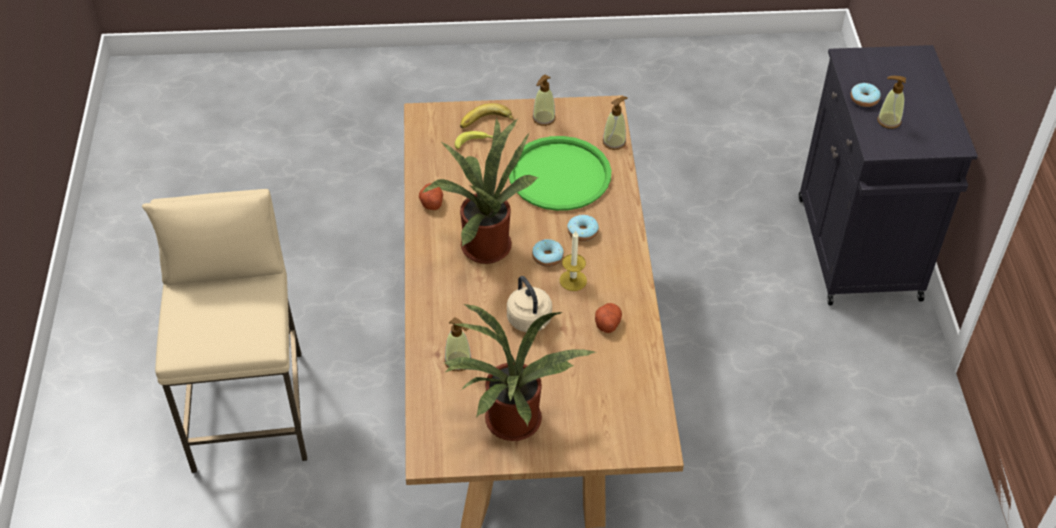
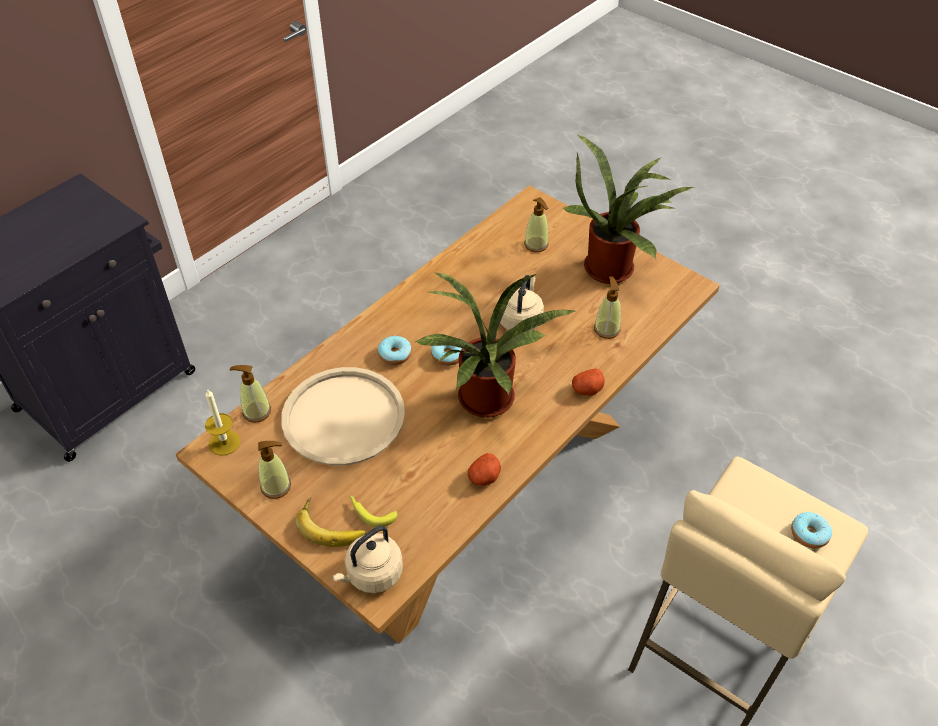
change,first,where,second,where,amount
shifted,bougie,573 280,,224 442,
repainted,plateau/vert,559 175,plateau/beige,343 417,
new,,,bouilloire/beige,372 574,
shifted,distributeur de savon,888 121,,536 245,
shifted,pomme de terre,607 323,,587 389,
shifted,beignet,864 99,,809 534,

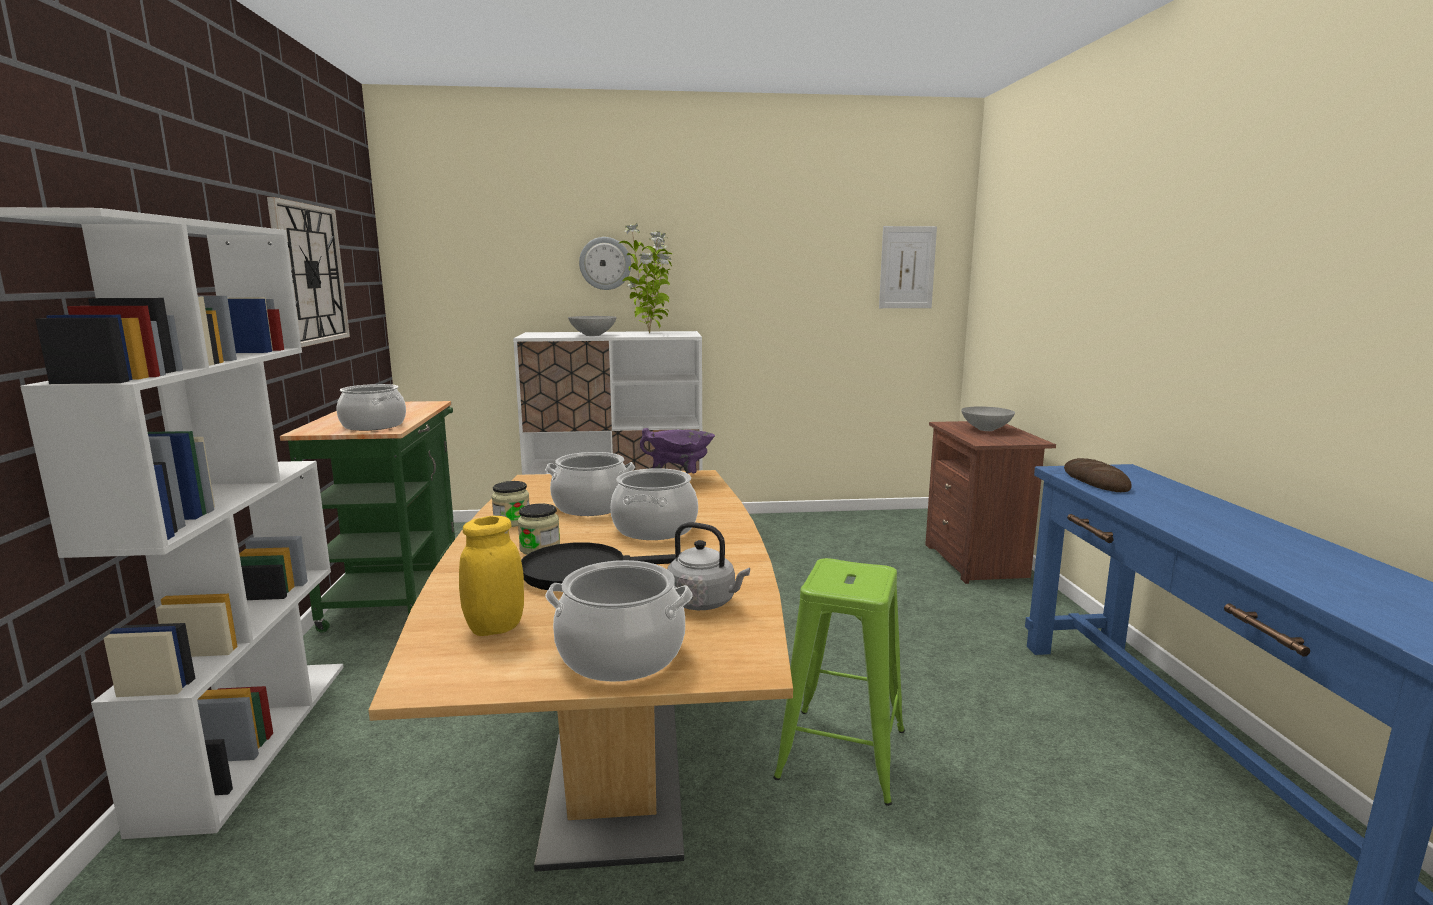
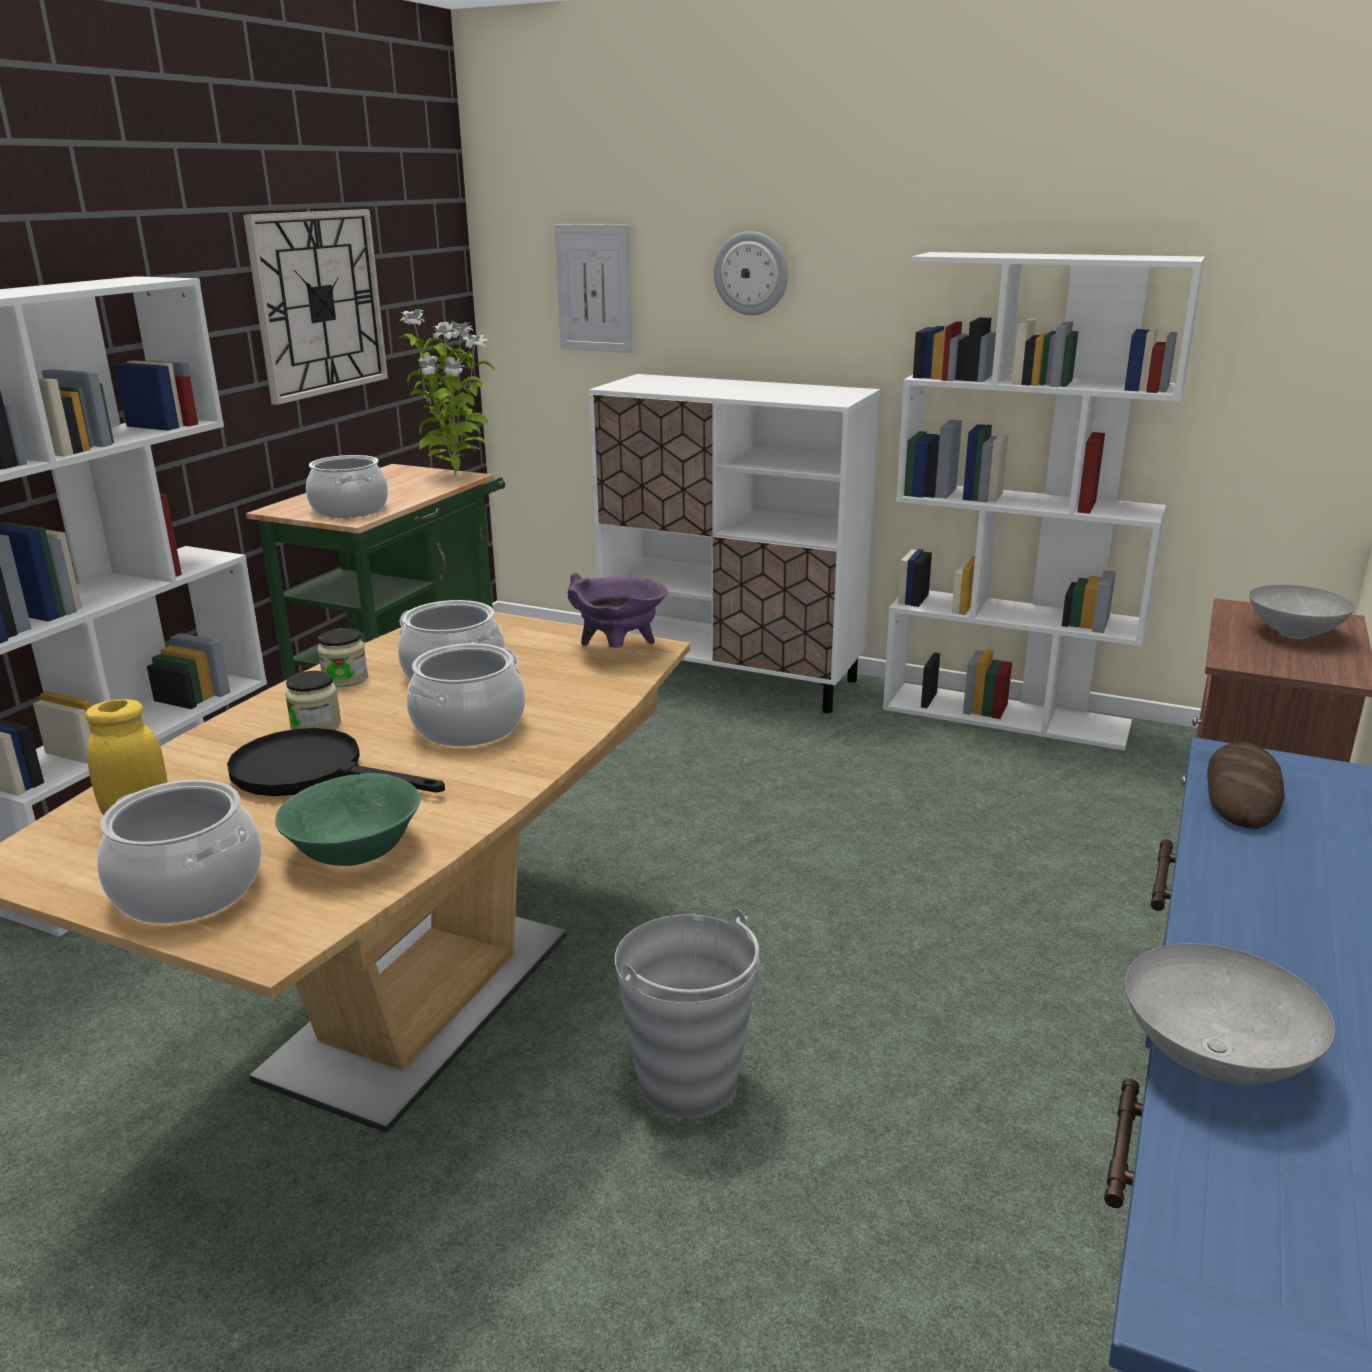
change,first,where,second,where,amount
swapped,bouilloire/gris,705 603,bol/vert,357 850,
shifted,plante en pot,650 333,,455 475,
shifted,tableau,907 267,,594 288,
swapped,tabouret/vert,842 753,seau/gris,688 1082,
new,,,bibliothèque/blanc,1006 715,
shifted,bol/gris,592 335,,1211 1059,

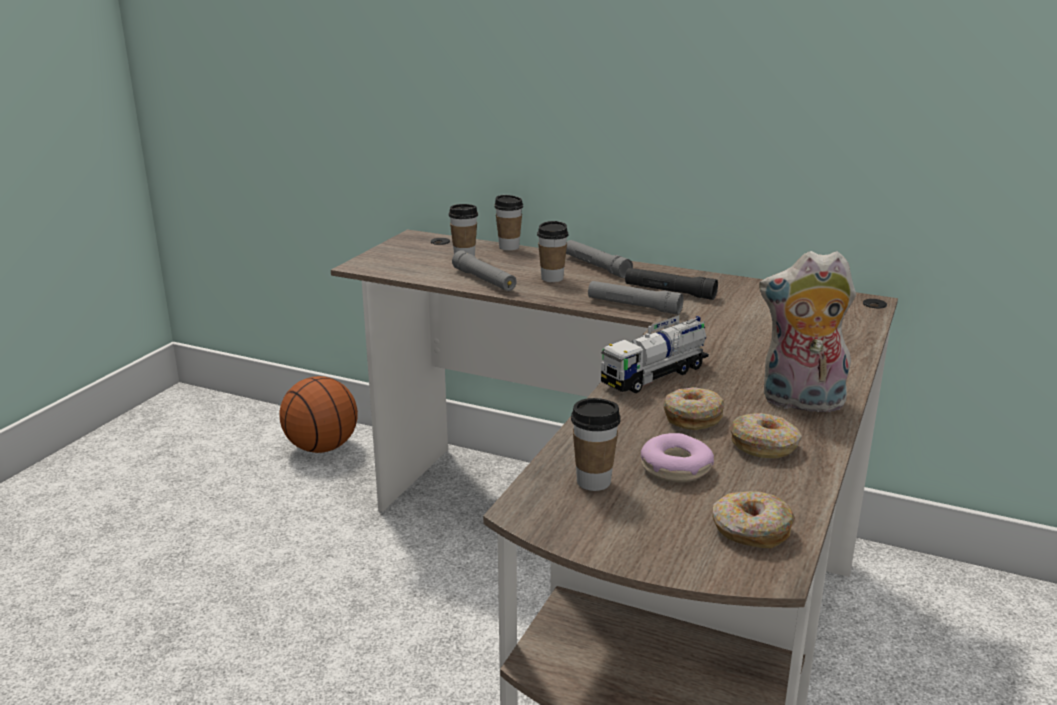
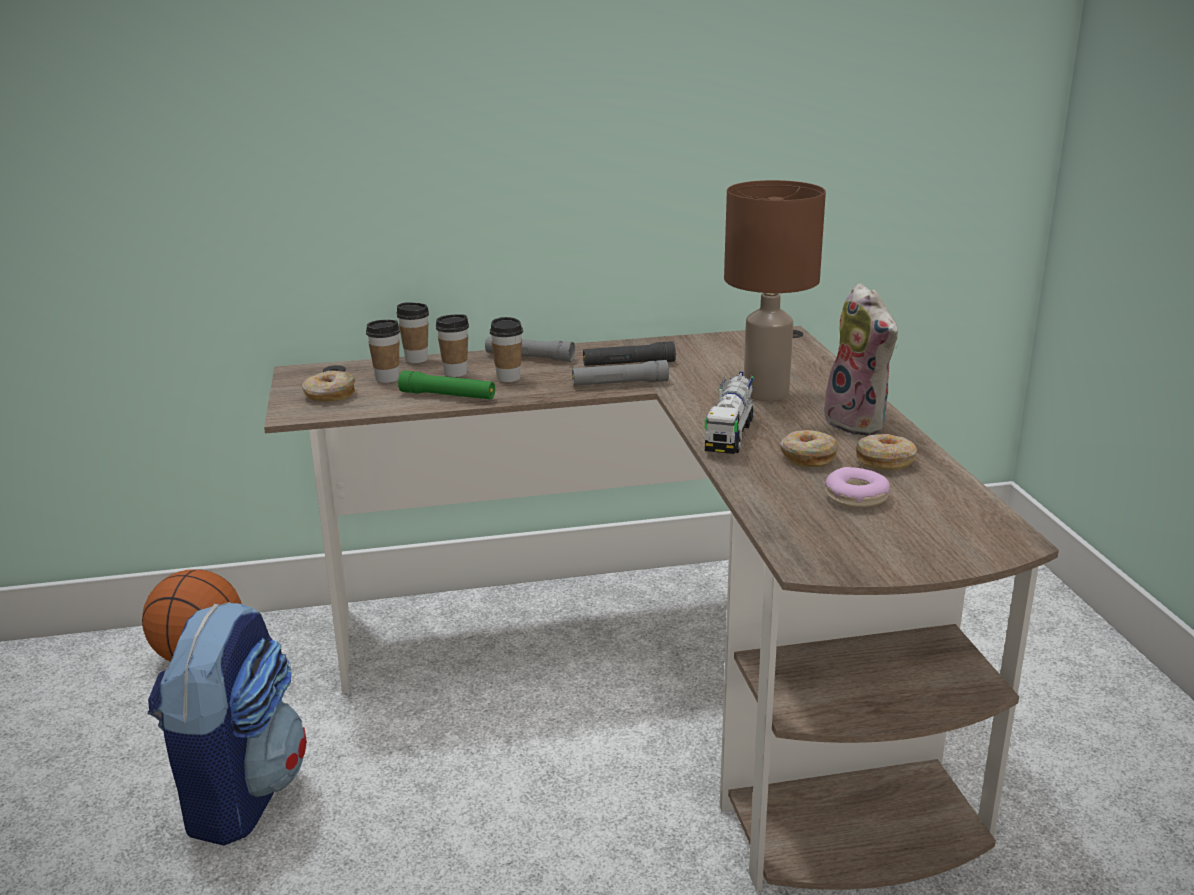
change,first,where,second,where,amount
new,,,sac à dos,239 793,
shifted,beignet,750 530,,329 395,
repainted,lampe de poche/gris,484 280,lampe de poche/vert,448 396,
shifted,tasse,593 482,,455 373,
new,,,lampe de table/marron,767 393,
rotated,peluche,800 403,,860 423,90 degrees counterclockwise

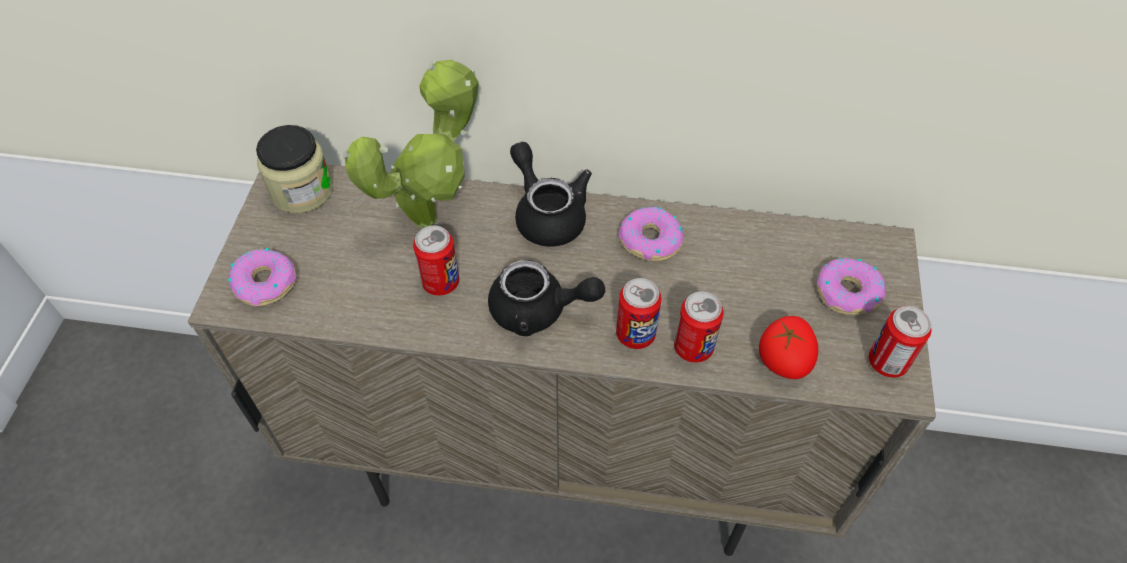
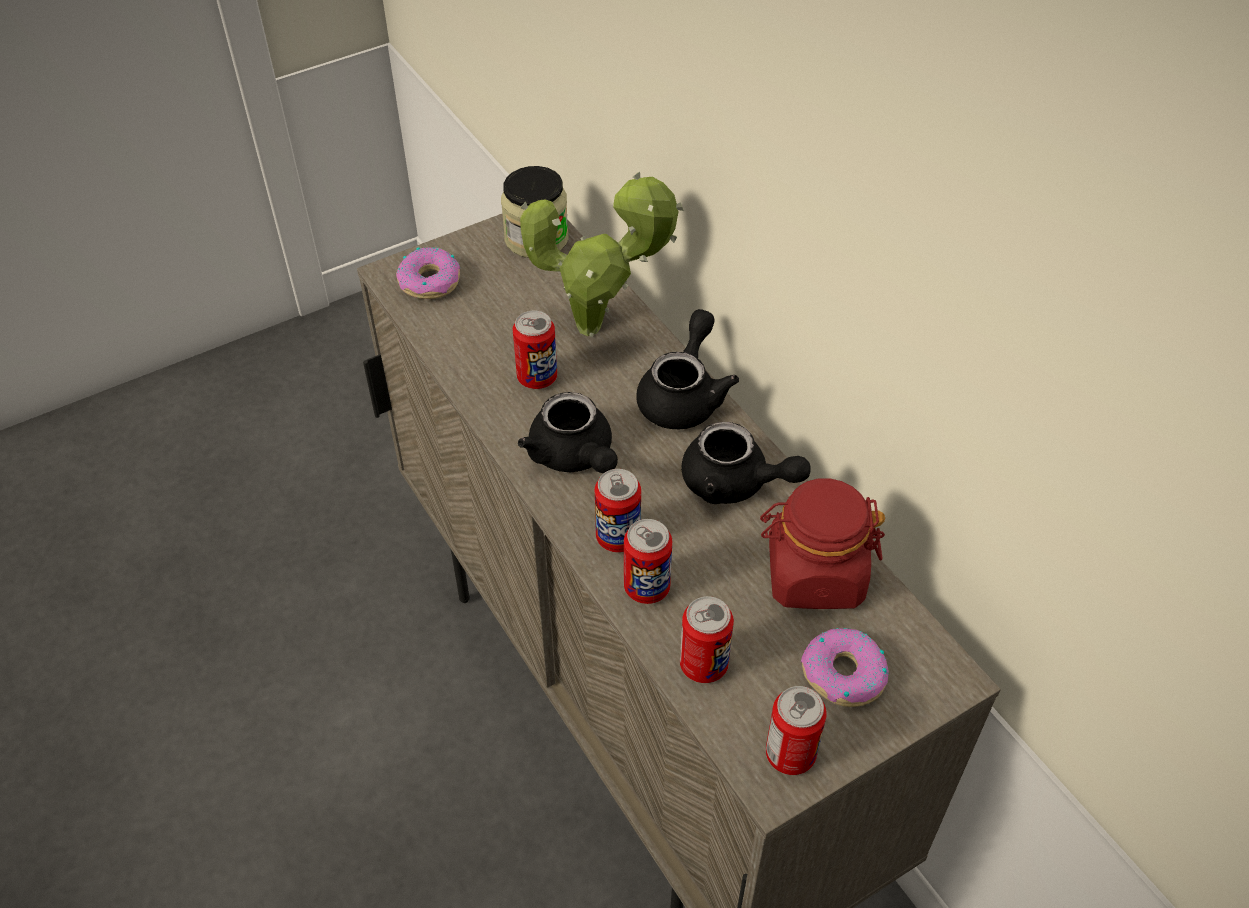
change,first,where,second,where,amount
swapped,tomate,783 360,boîte métallique,703 665,
swapped,beignet,650 240,théière/noir,735 484,
new,,,bocal/rouge,814 575,

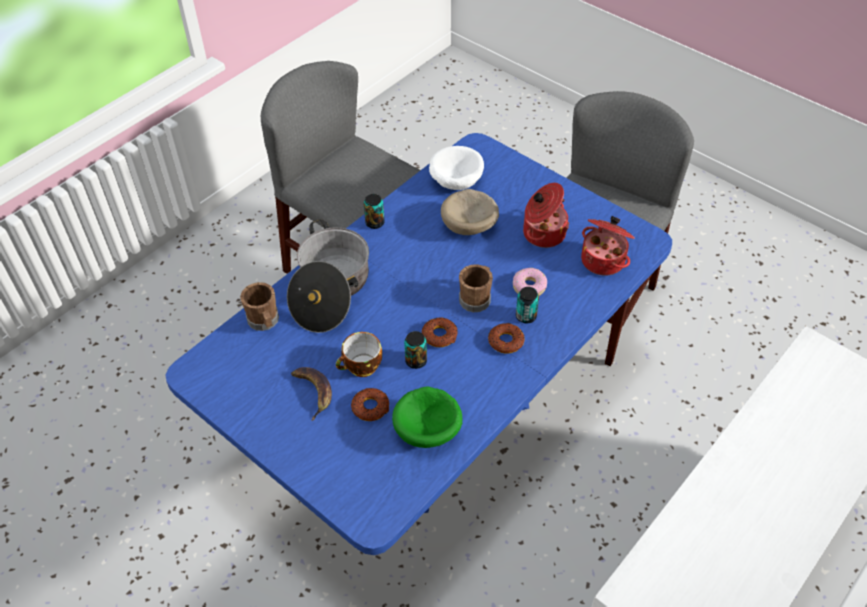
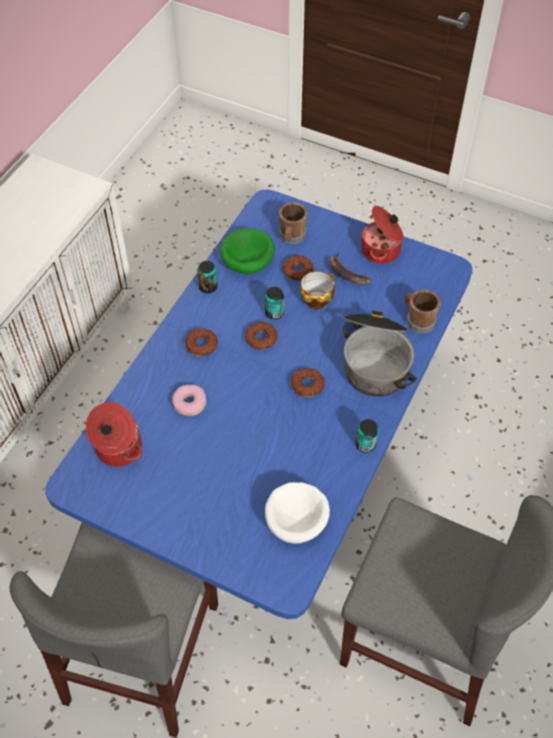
change,first,where,second,where,amount
shifted,boîte métallique,526 316,,208 287,
shifted,mug/marron,476 298,,291 237,
new,,,beignet,307 385,
shifted,marmite,542 233,,381 251,
gone,bol/beige,470 226,,,

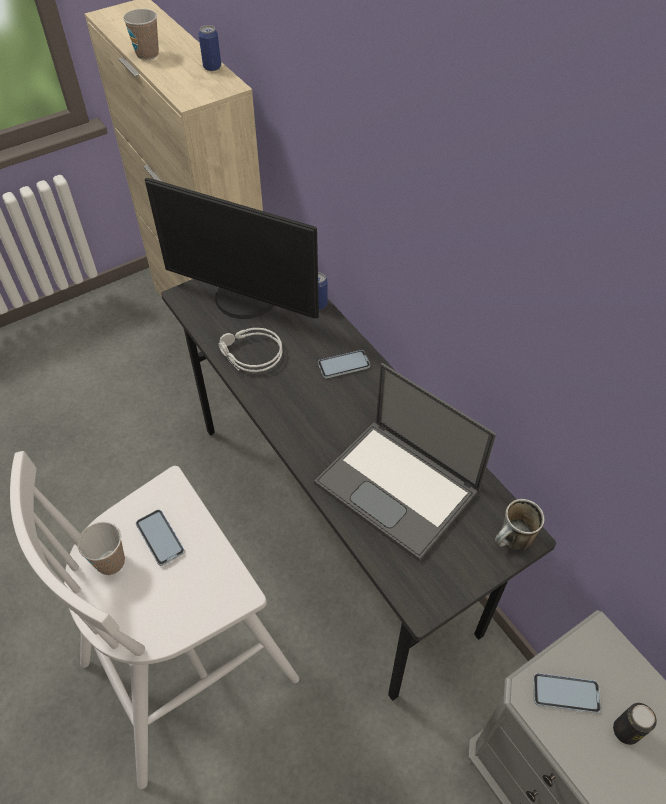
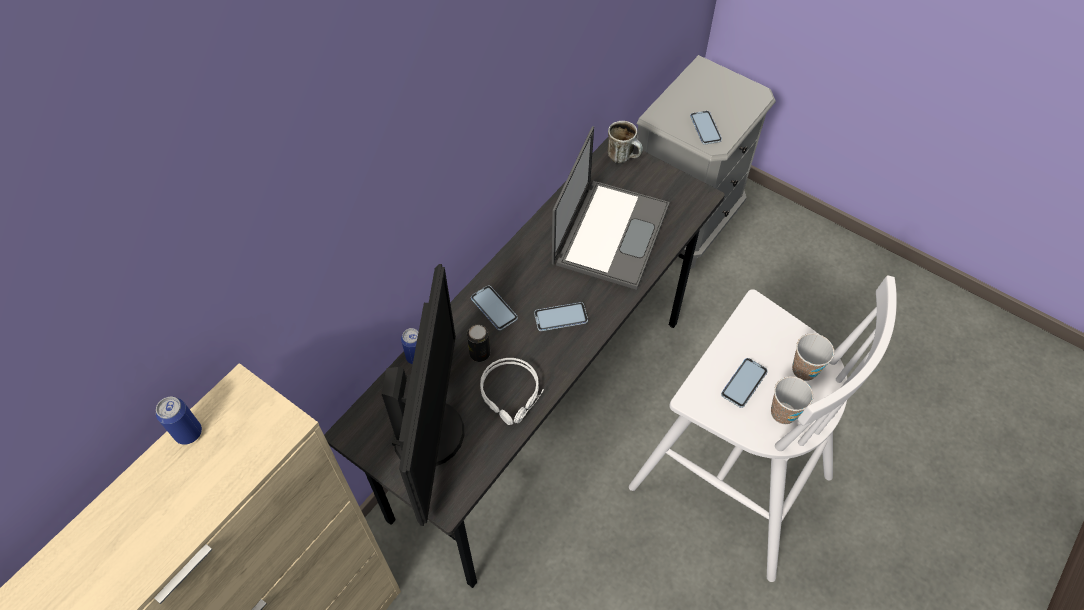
change,first,where,second,where,amount
shifted,boîte métallique,626 731,,479 353,
new,,,téléphone,561 317,
shifted,tasse,147 54,,804 370,

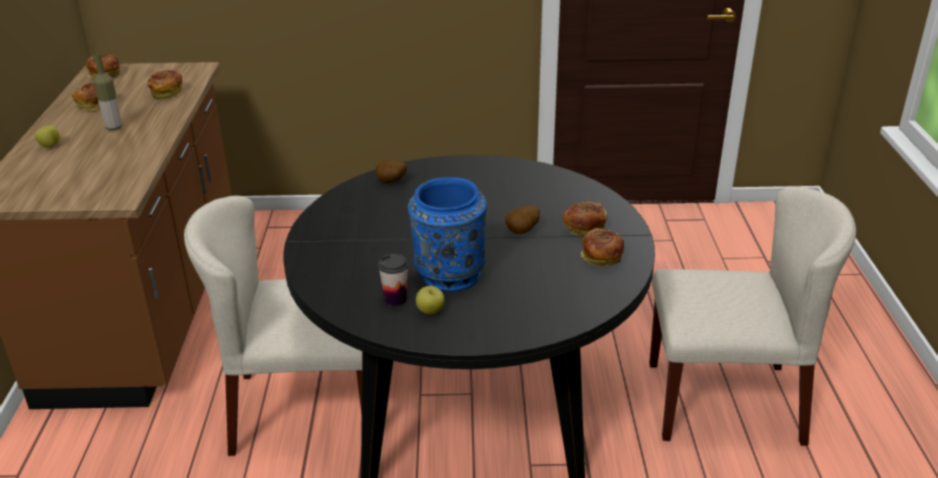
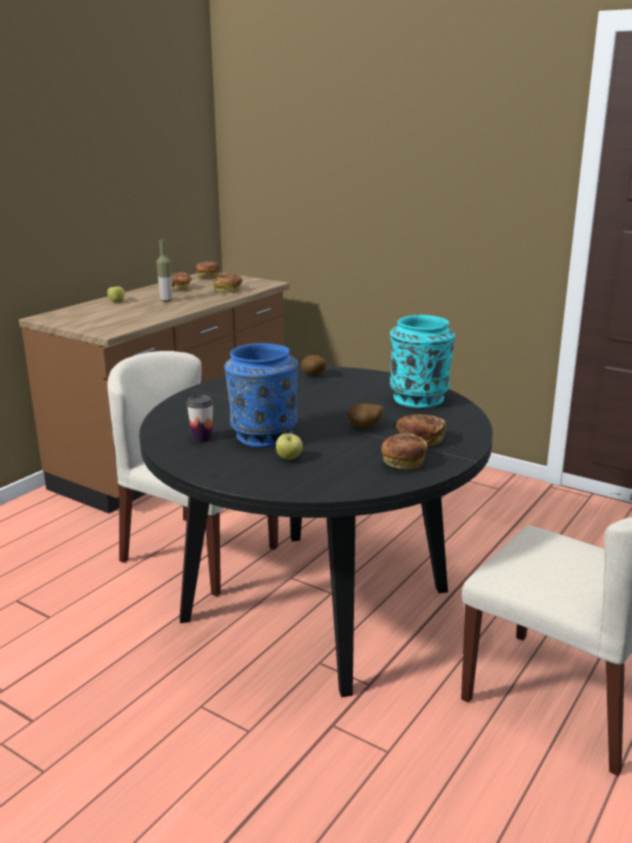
change,first,where,second,where,amount
shifted,pomme,430 311,,289 458,
new,,,vase/turquoise,419 398,

